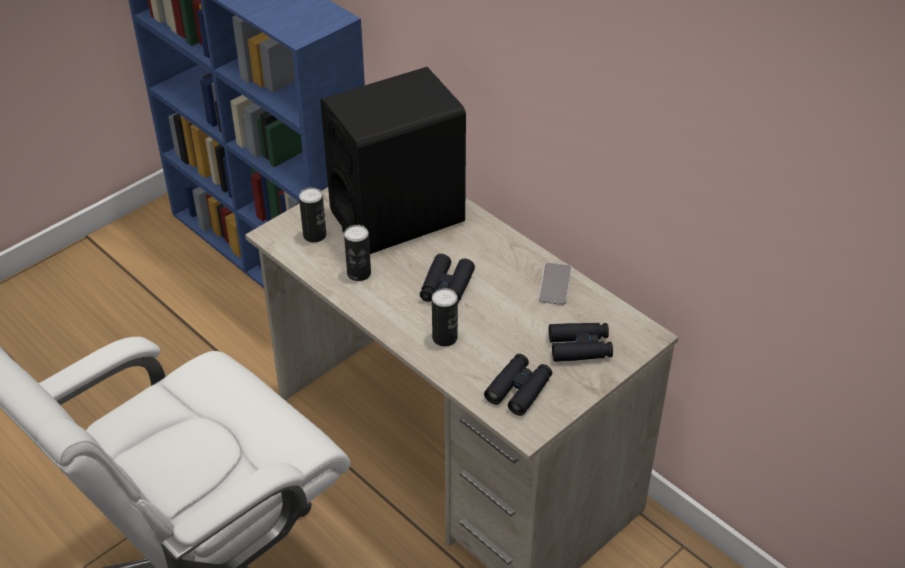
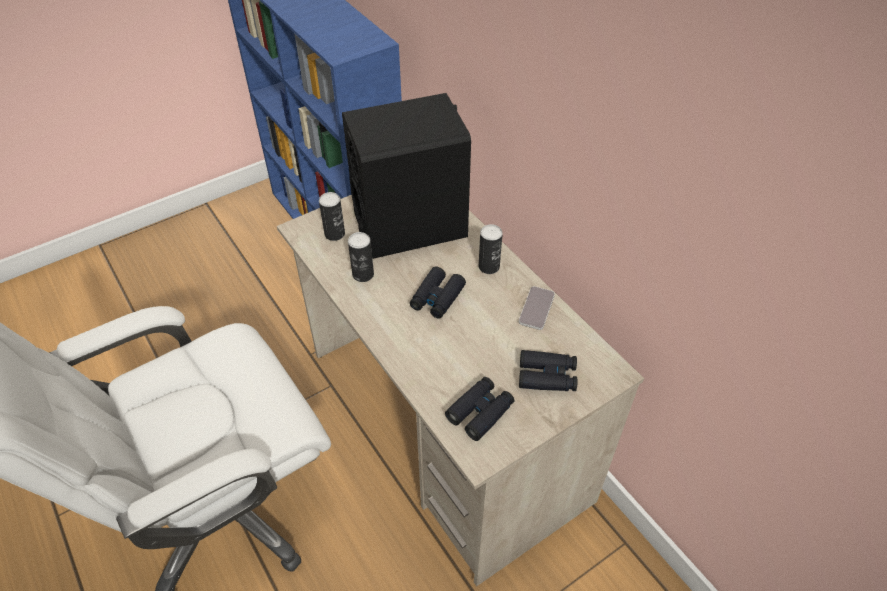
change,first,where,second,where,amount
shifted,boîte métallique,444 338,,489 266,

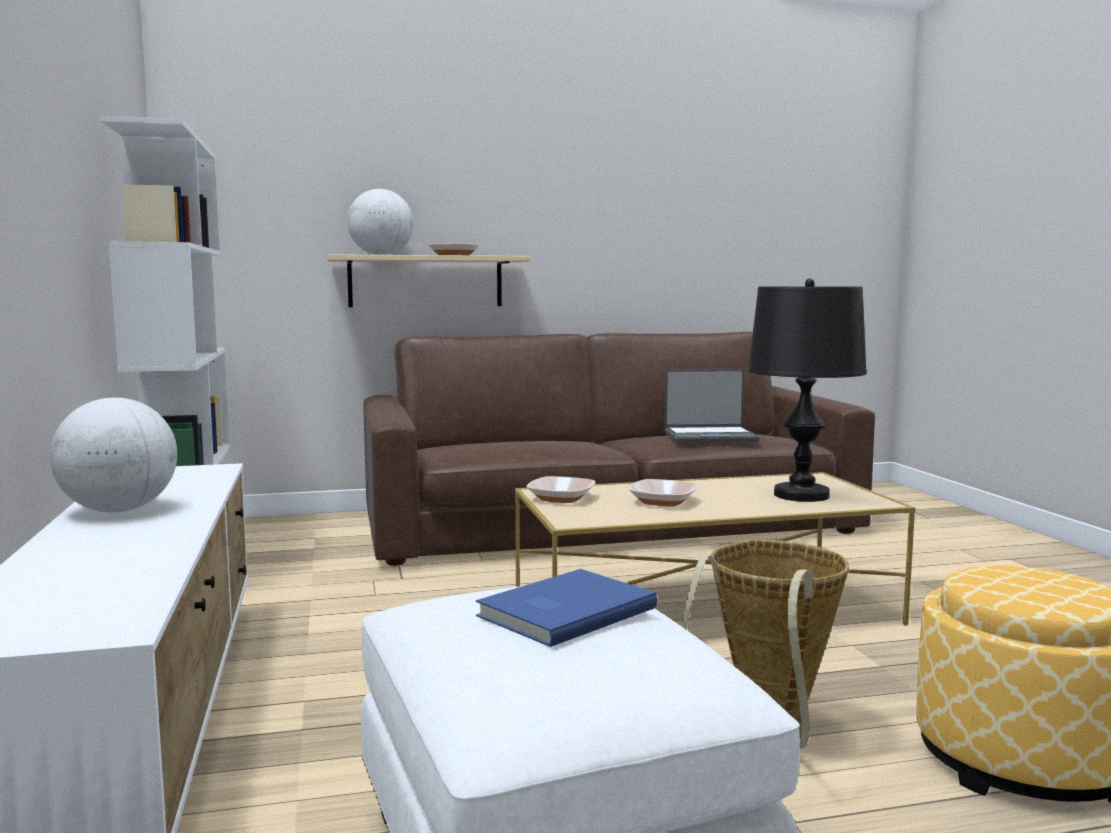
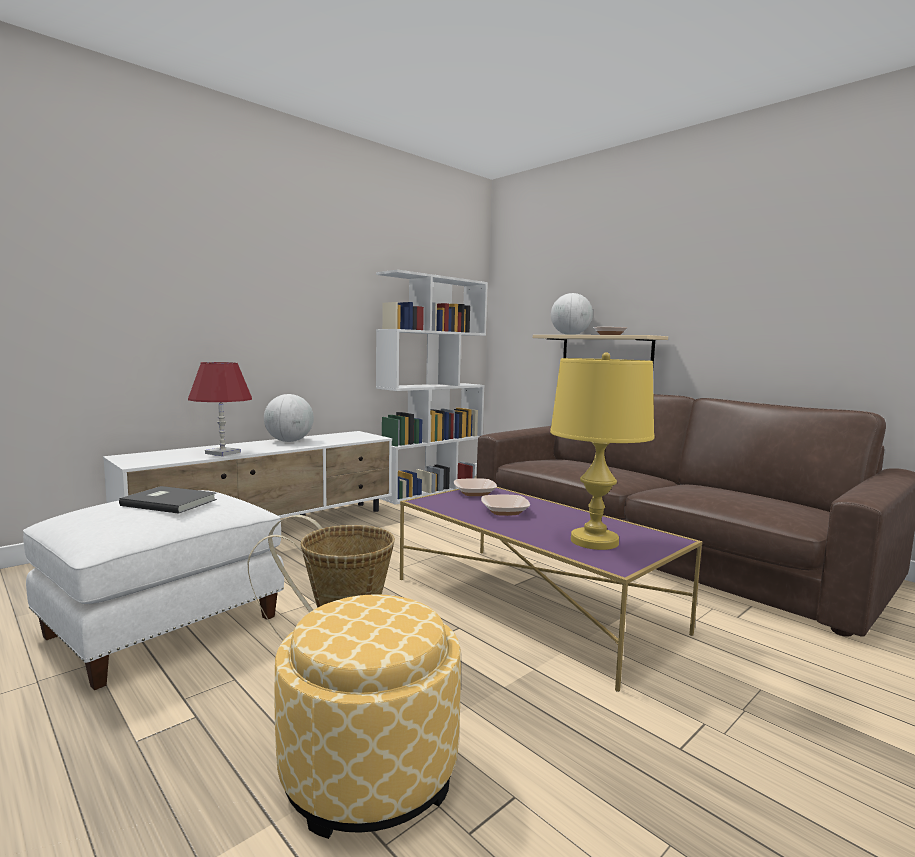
change,first,where,second,where,amount
repainted,livre/bleu,562 611,livre/gris,170 502,
new,,,lampe de table/rouge,222 453,
repainted,table basse/beige,705 610,table basse/violet,534 605,
repainted,lampe de table/noir,801 495,lampe de table/jaune,594 541,
gone,ordinateur portable,710 437,,,

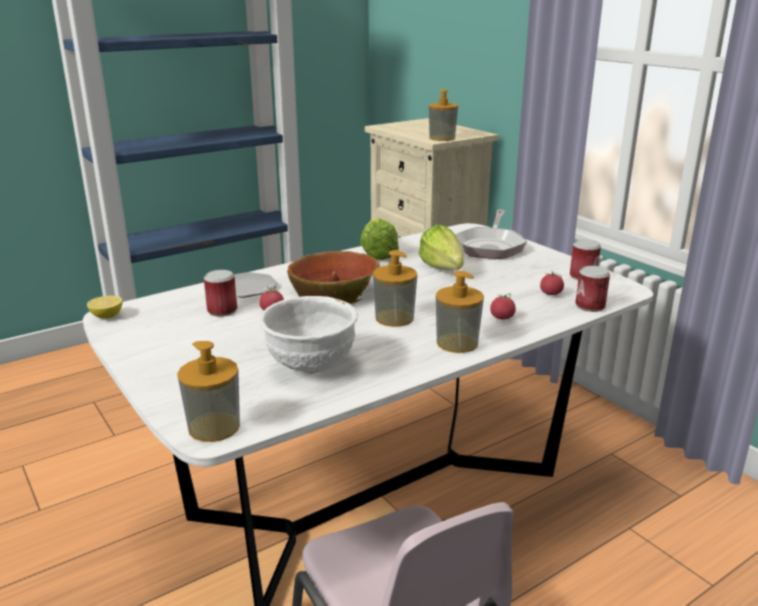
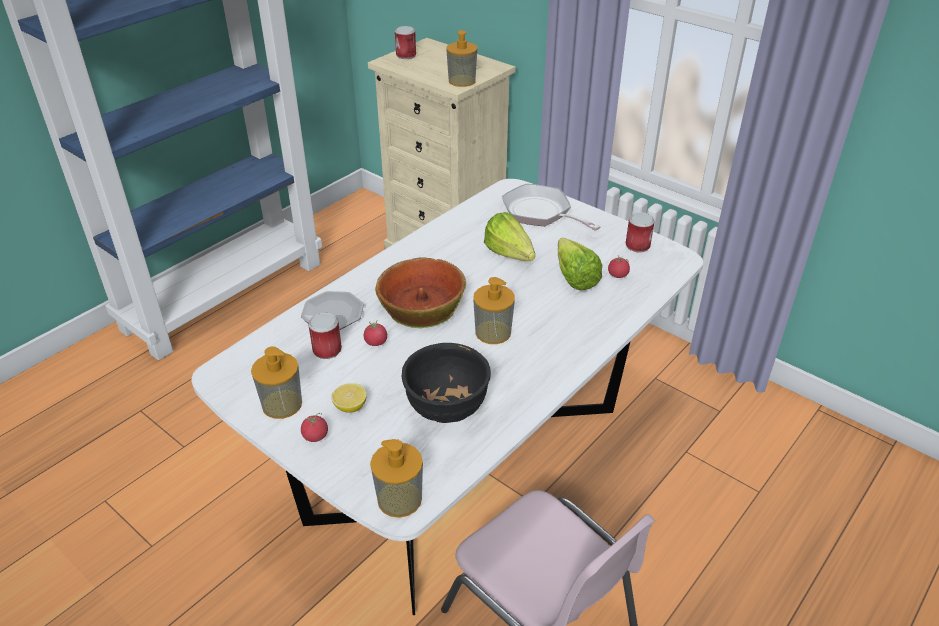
change,first,where,second,where,amount
shifted,distributeur de savon,457 343,,282 404,
shifted,tomate,502 317,,315 436,
shifted,citron,107 316,,350 407,
shifted,boîte métallique,590 306,,406 55,
repainted,bol/blanc,310 366,bol/noir,446 409,
rotated,poêle,490 246,,540 213,135 degrees clockwise
shifted,laitue,379 252,,573 275,

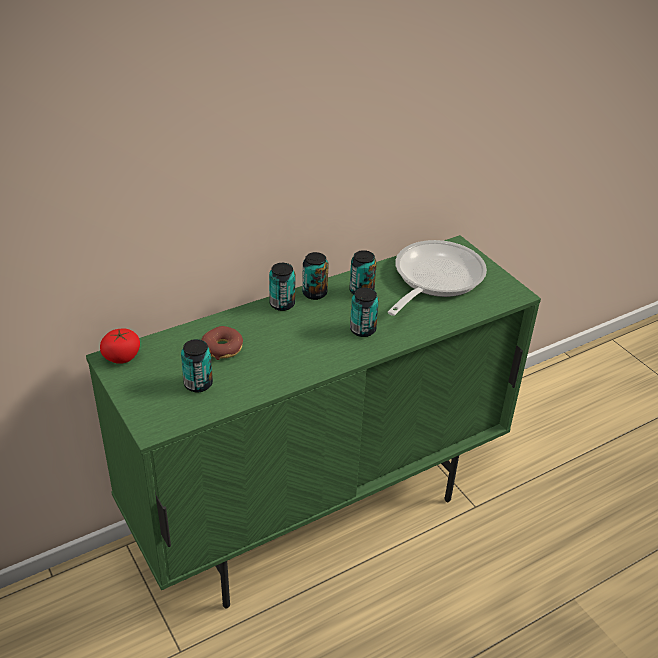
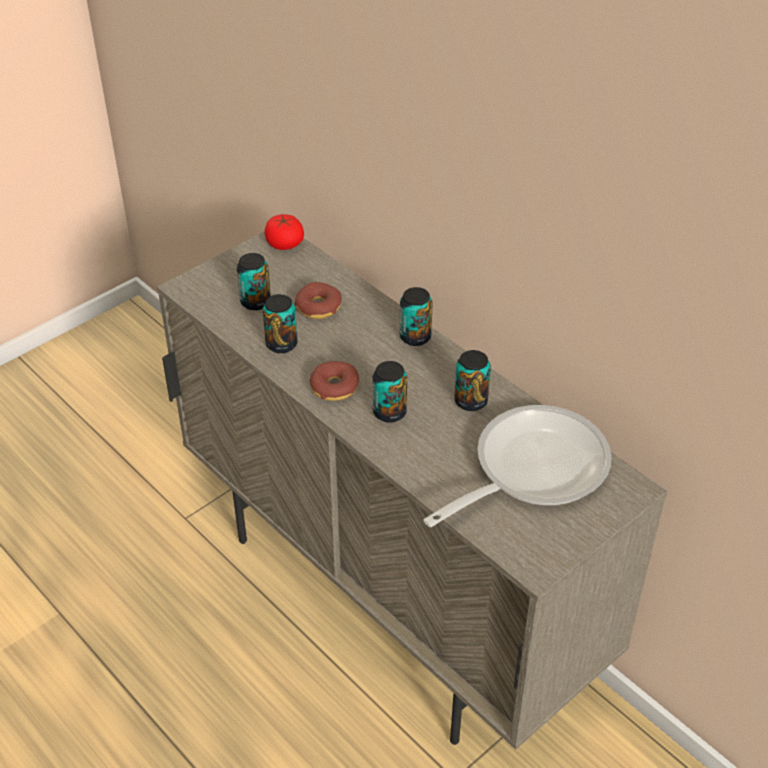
change,first,where,second,where,amount
repainted,meuble de rangement/vert,318 514,meuble de rangement/beige,389 600,
shifted,boîte métallique,314 293,,281 344,
new,,,beignet,334 387,
rotated,poêle,434 279,,531 469,60 degrees counterclockwise

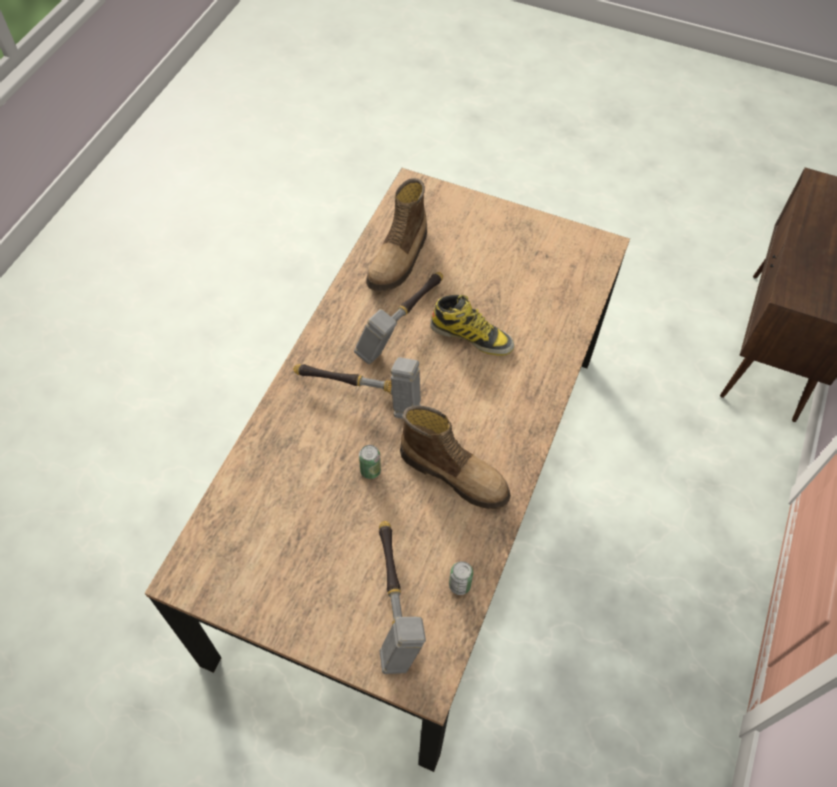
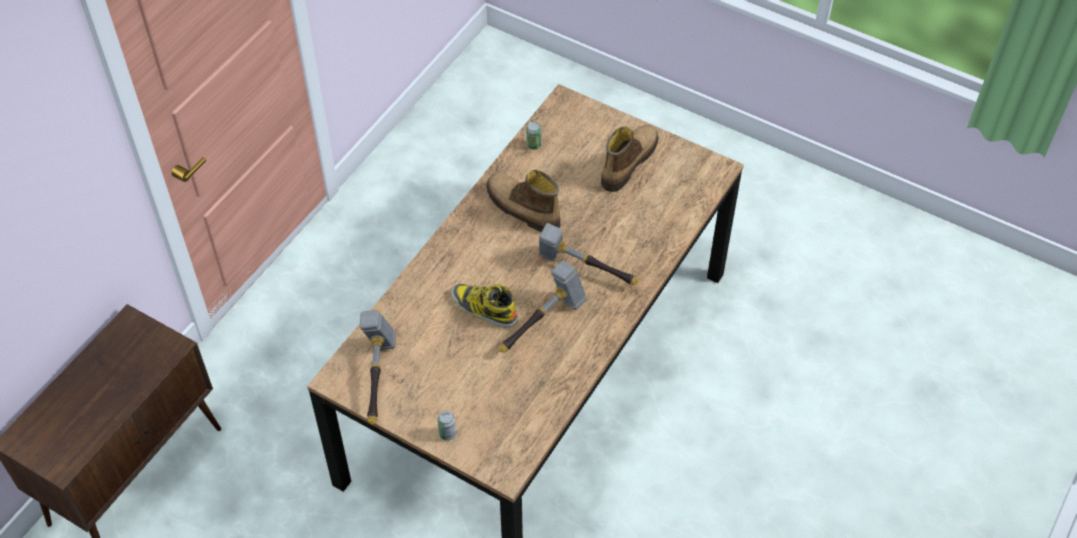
change,first,where,second,where,amount
shifted,marteau,394 605,,378 378,
shifted,boîte métallique,370 470,,447 434,
shifted,botte,399 259,,628 162,

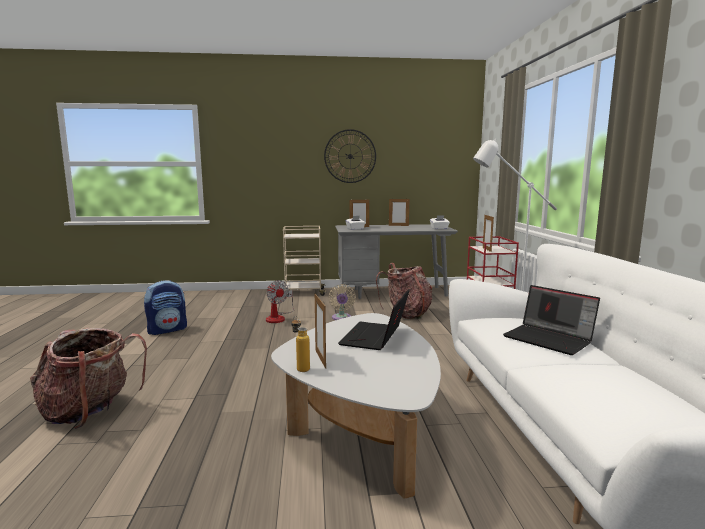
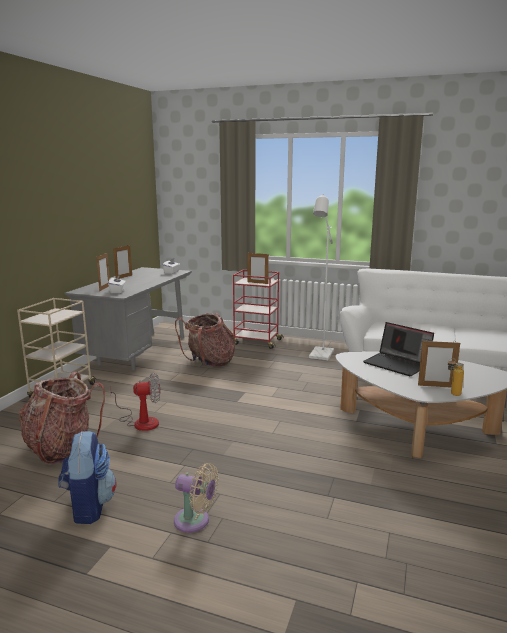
change,first,where,second,where,amount
shifted,sac à dos,90 411,,62 448,
shifted,ventilateur/beige,341 318,,195 521,
gone,horloge murale,350 156,,,
gone,ordinateur portable,549 339,,,

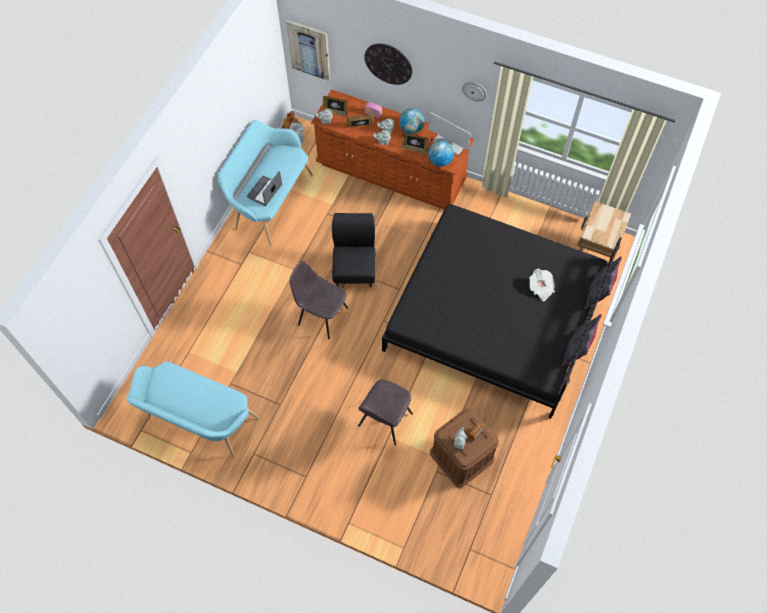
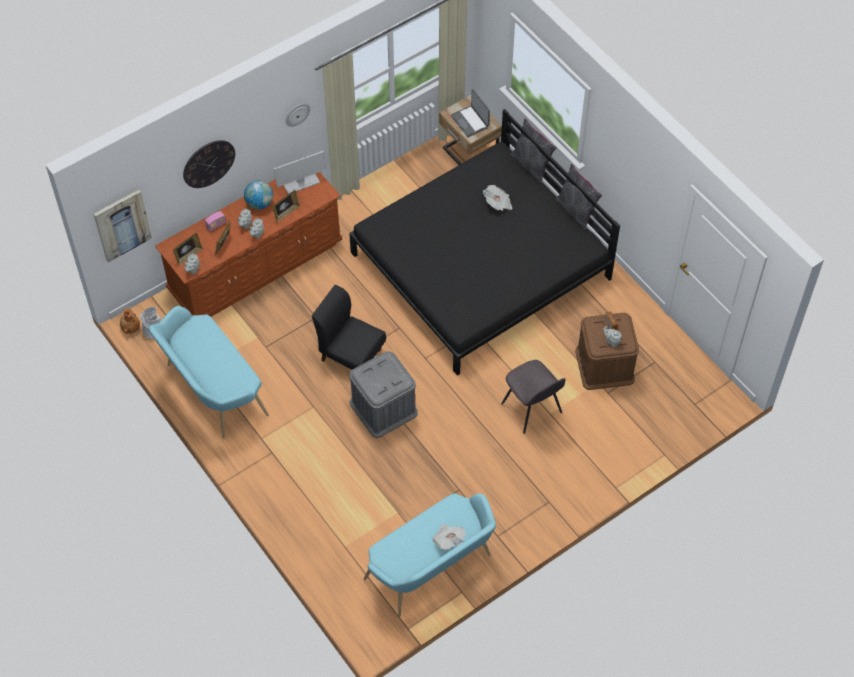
change,first,where,second,where,amount
swapped,chaise/gris,321 315,boîte de rangement/gris,383 408,
new,,,journal,448 540,
shifted,ordinateur portable,265 191,,470 121,
gone,globe,440 161,,,

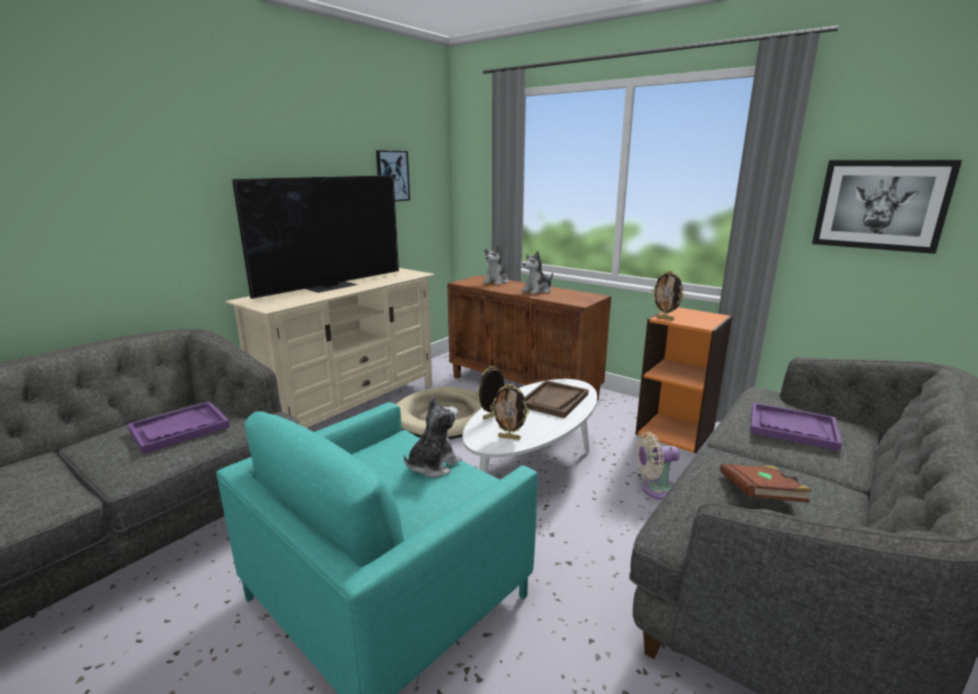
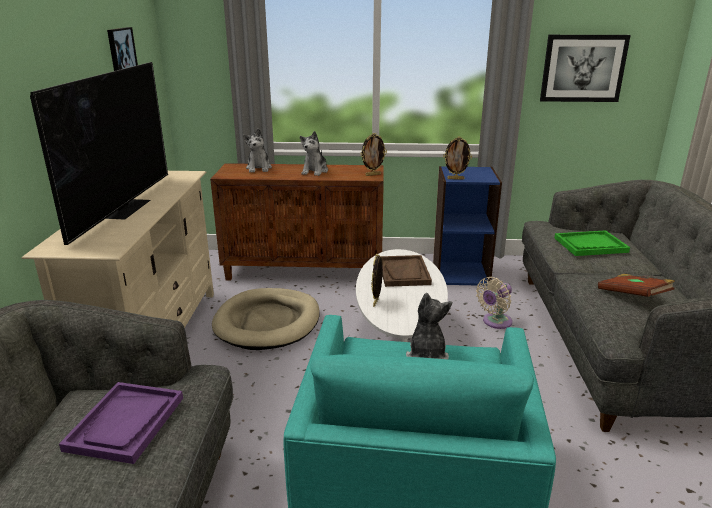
change,first,where,second,where,amount
shifted,cadre photo,509 437,,373 175,
repainted,bibliothèque/orange,675 431,bibliothèque/bleu,460 273,
repainted,plateau/violet,792 428,plateau/vert,590 245,

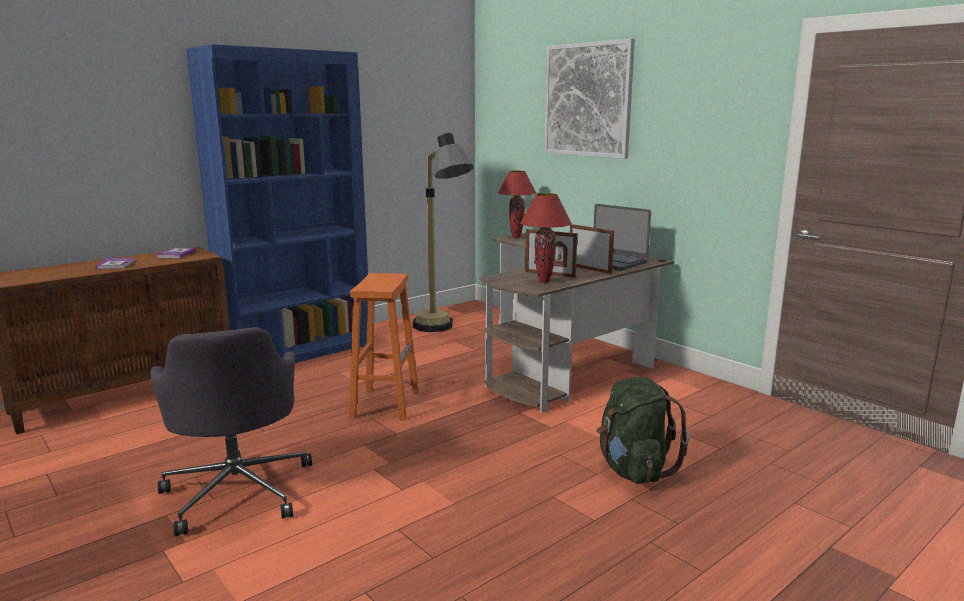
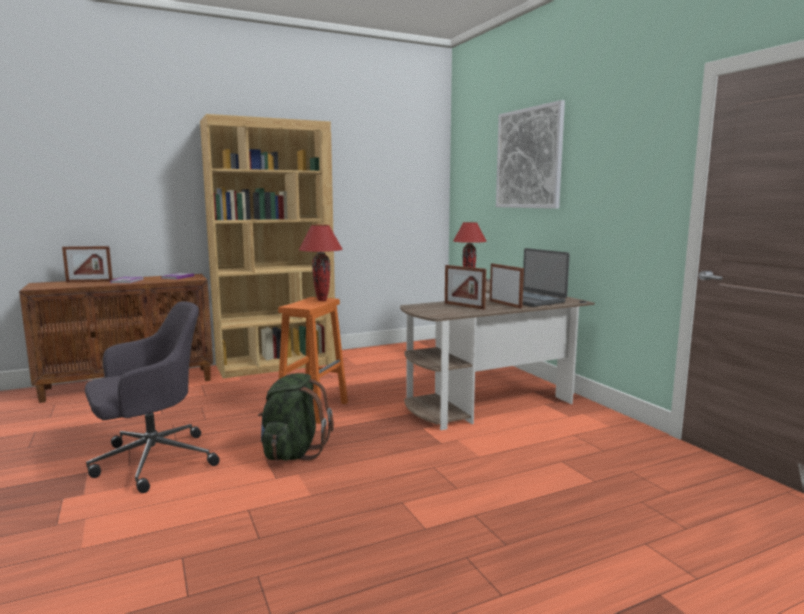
change,first,where,second,where,amount
new,,,cadre photo,89 281,
rotated,chaise de bureau/gris,238 490,,151 461,120 degrees counterclockwise
repainted,bibliothèque/bleu,298 351,bibliothèque/marron,277 364,
shifted,sac à dos/vert,633 470,,293 452,
shifted,lampe de table/rouge,544 281,,322 300,
gone,lampadaire,442 330,,,

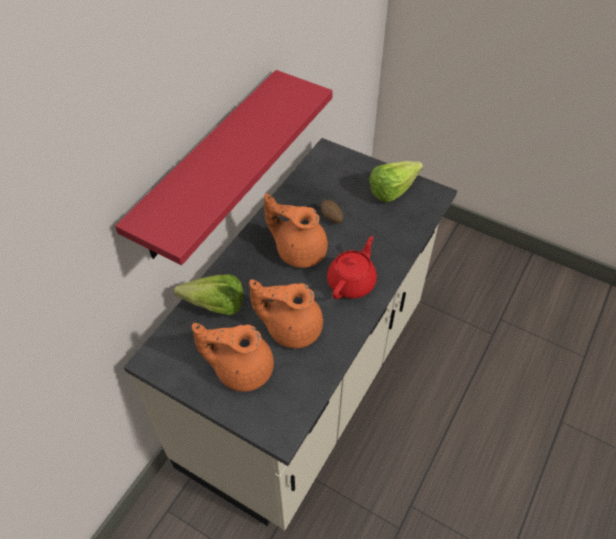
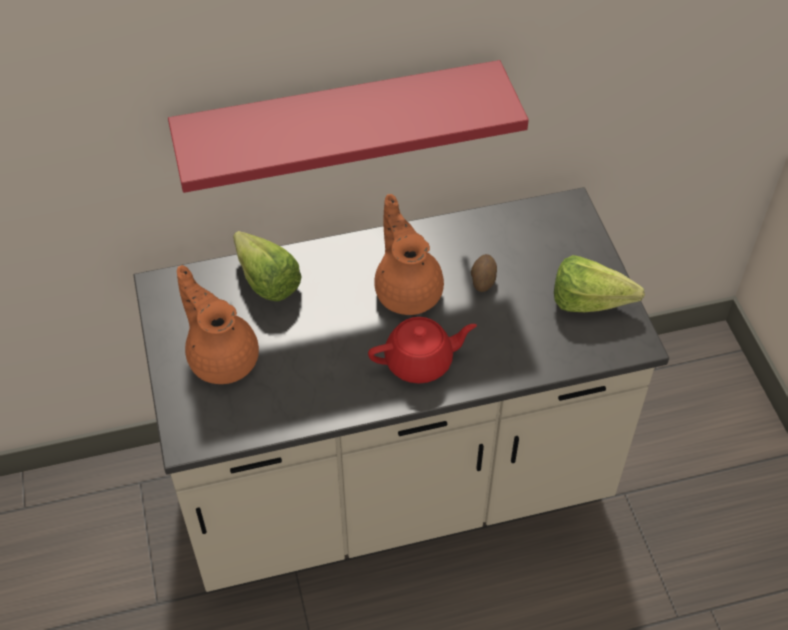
change,first,where,second,where,amount
gone,théière/orange,291 328,,,

